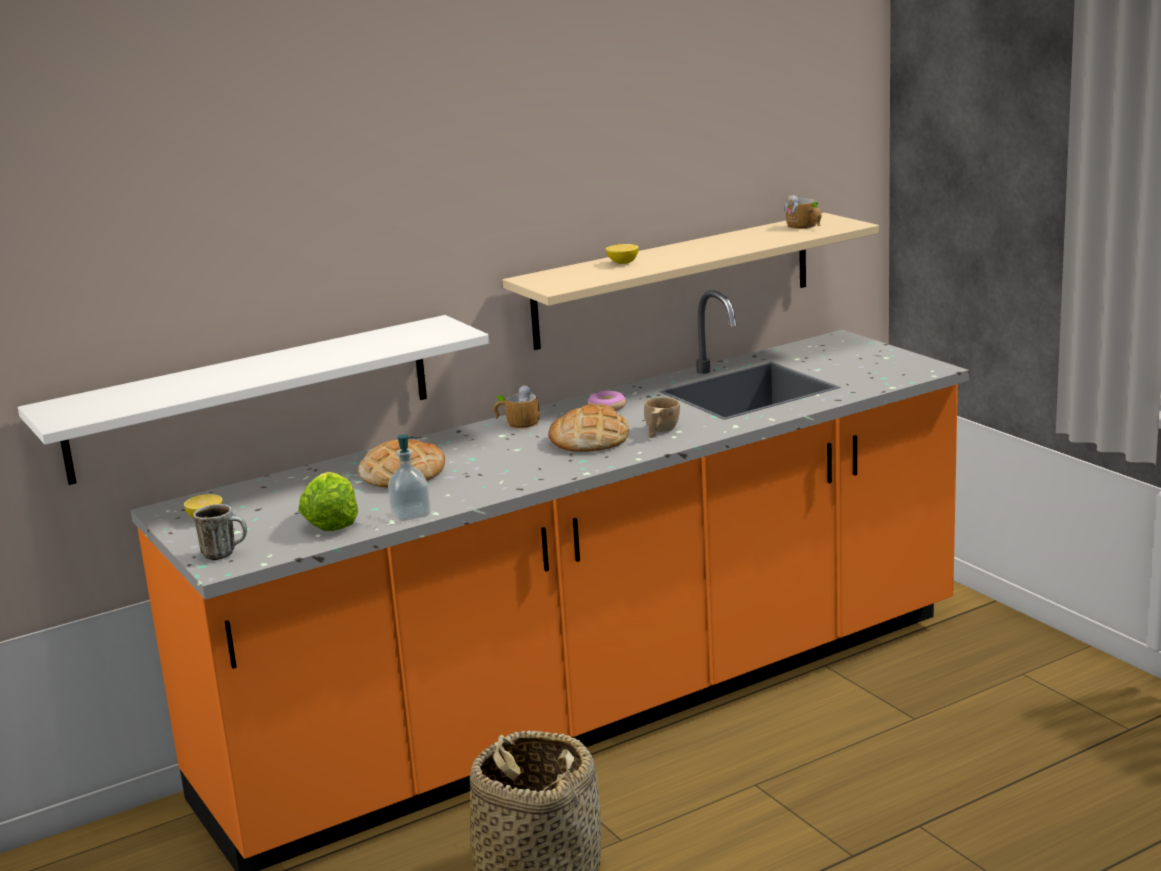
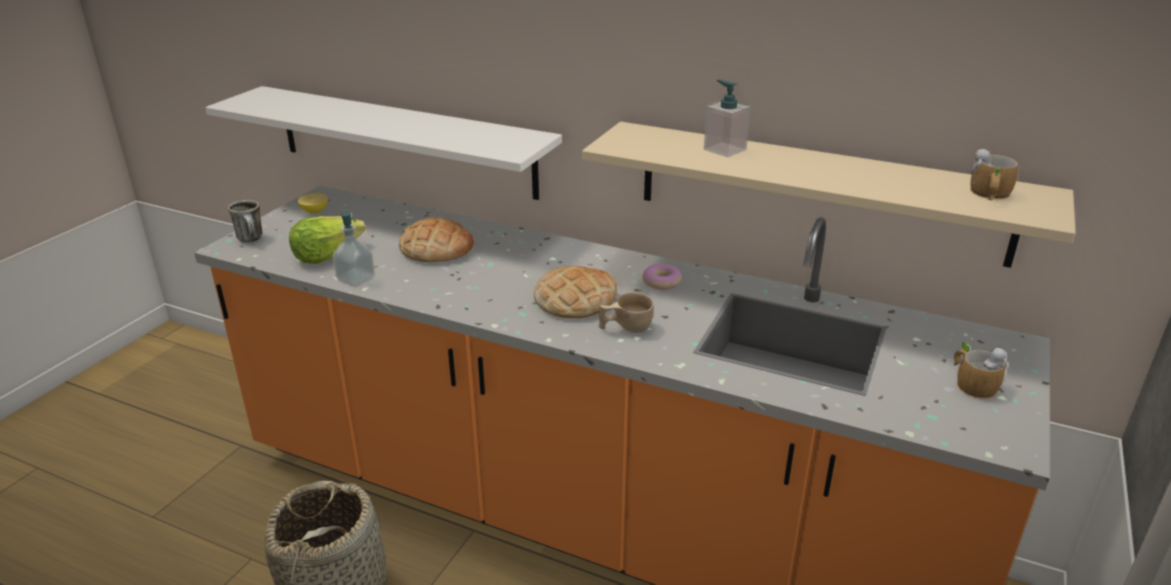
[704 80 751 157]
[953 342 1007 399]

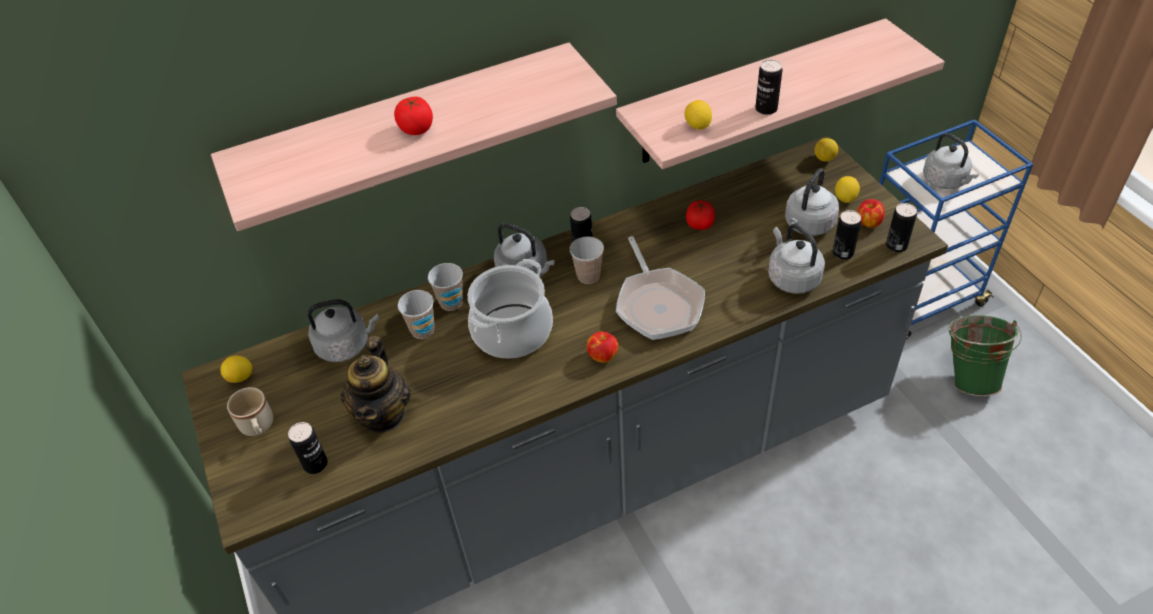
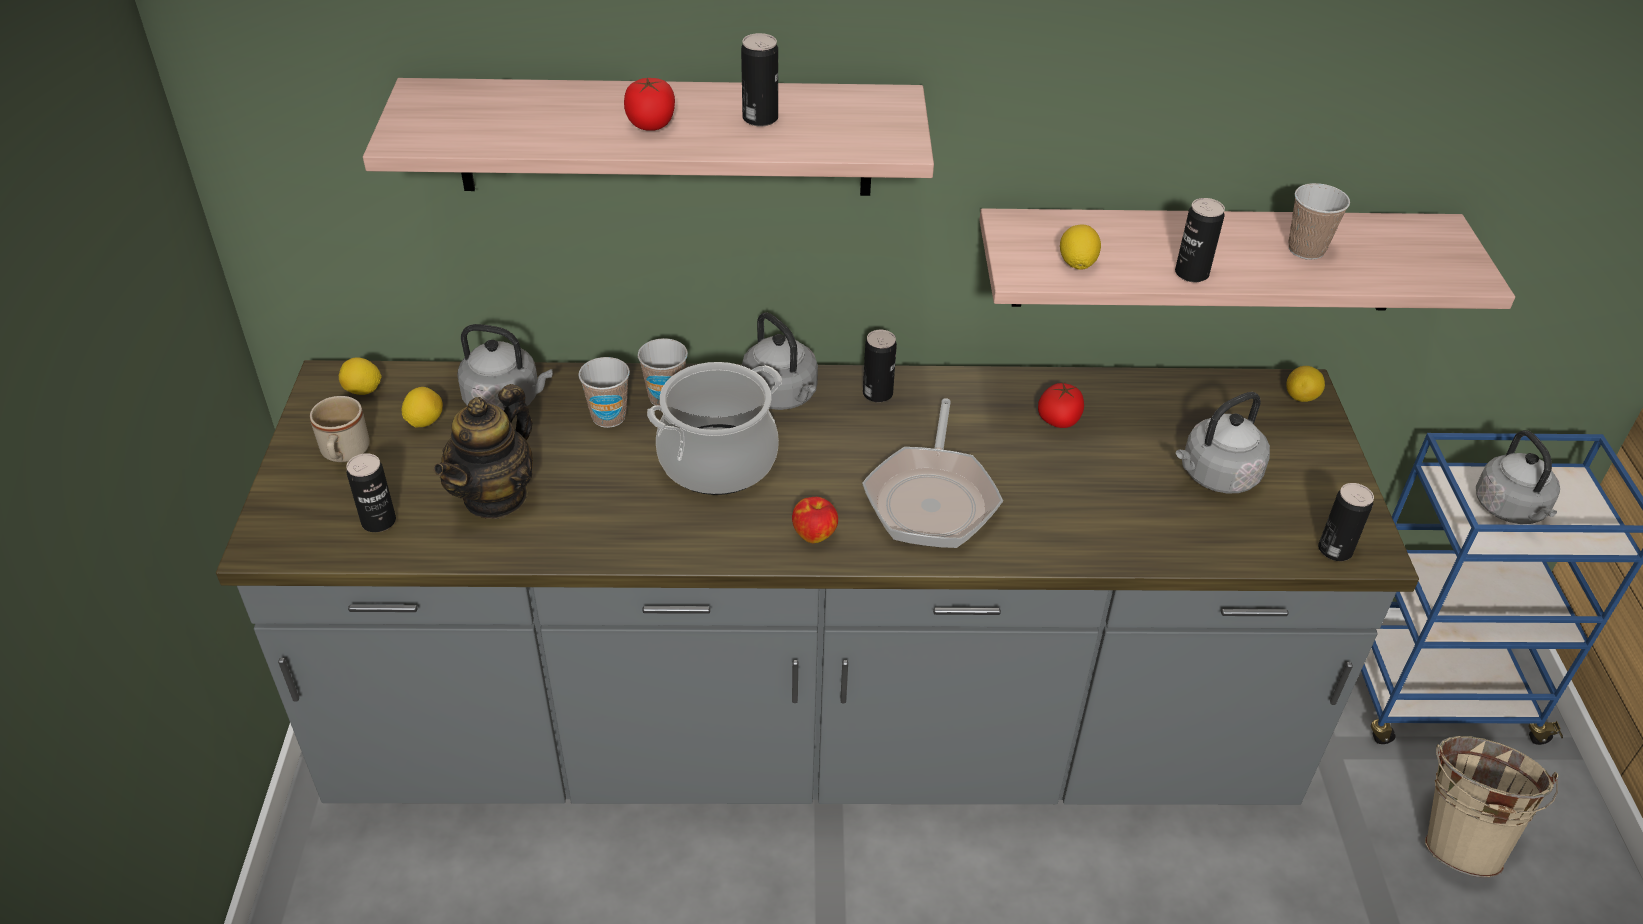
[401 387 443 428]
[857 199 885 228] (first image)
[741 33 778 127]
[768 224 825 294] (first image)
[1289 183 1350 260]
[1425 736 1558 878]

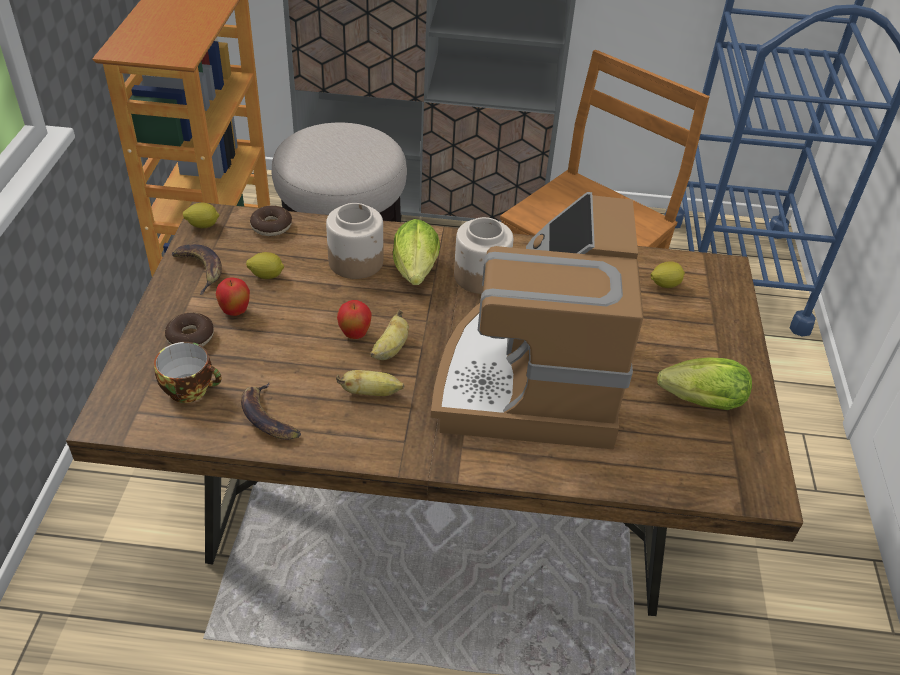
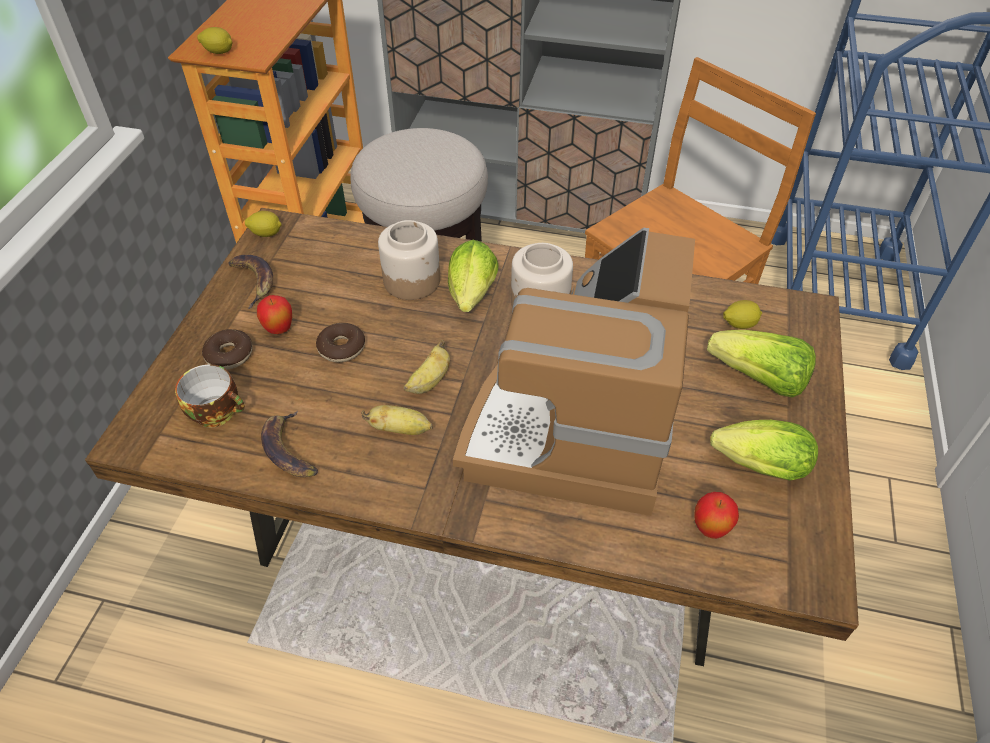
[316 323 365 362]
[197 27 233 54]
[694 492 739 539]
[707 330 816 398]

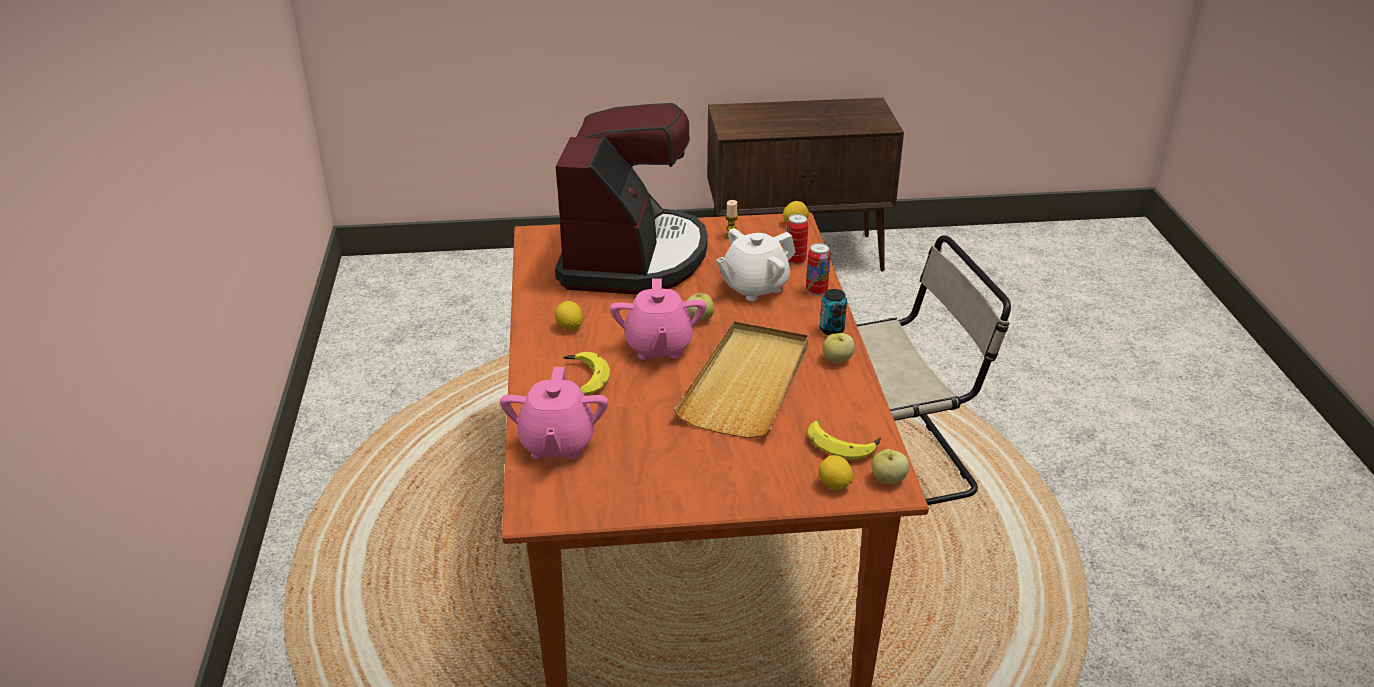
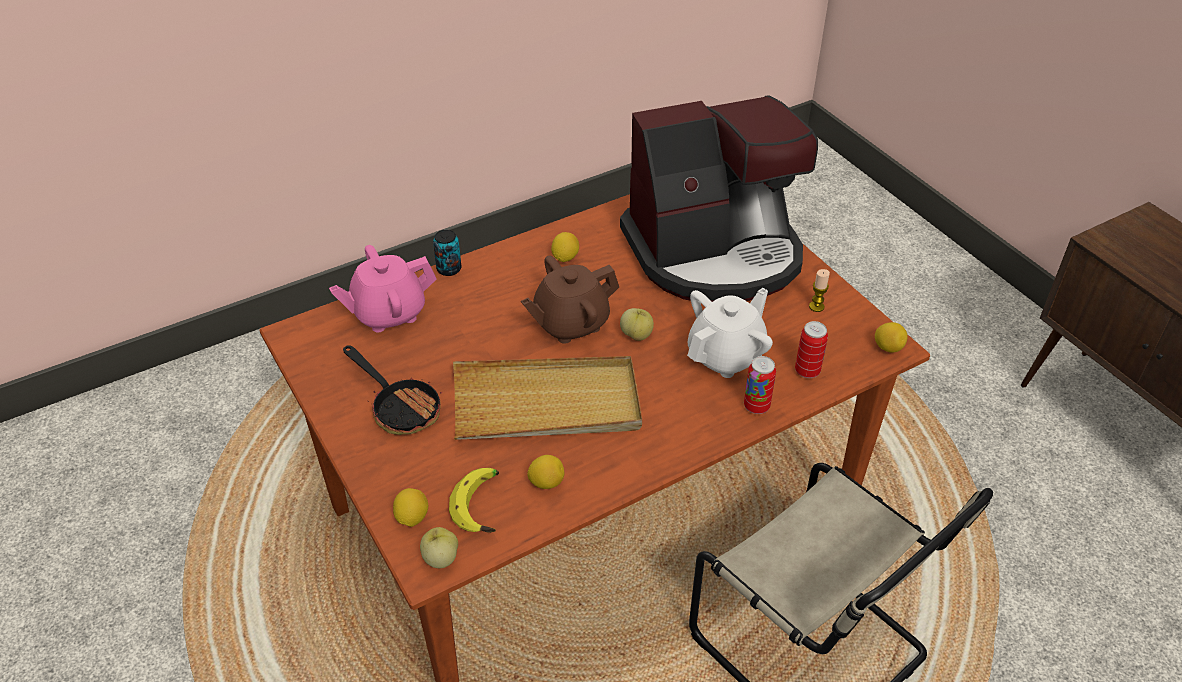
[687 288 773 378]
[521 256 619 344]
[433 230 461 276]
[822 333 855 363] (first image)
[563 352 610 395] (first image)
[343 345 442 435]
[527 455 564 489]

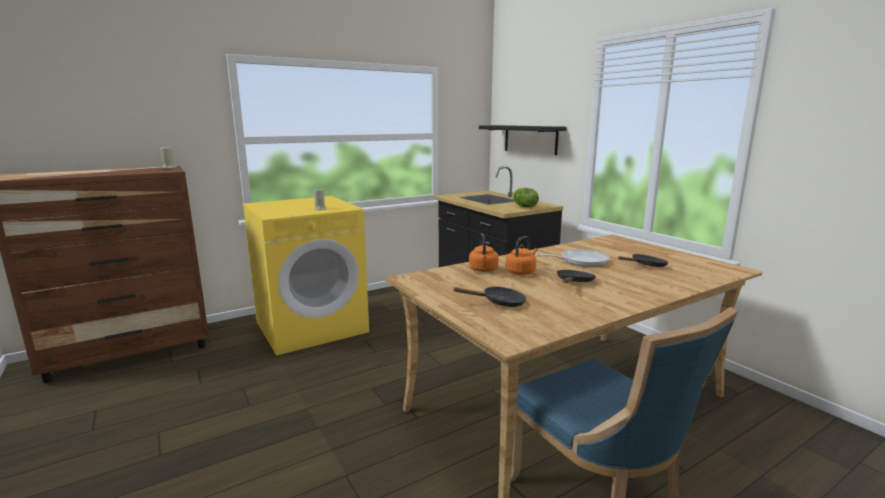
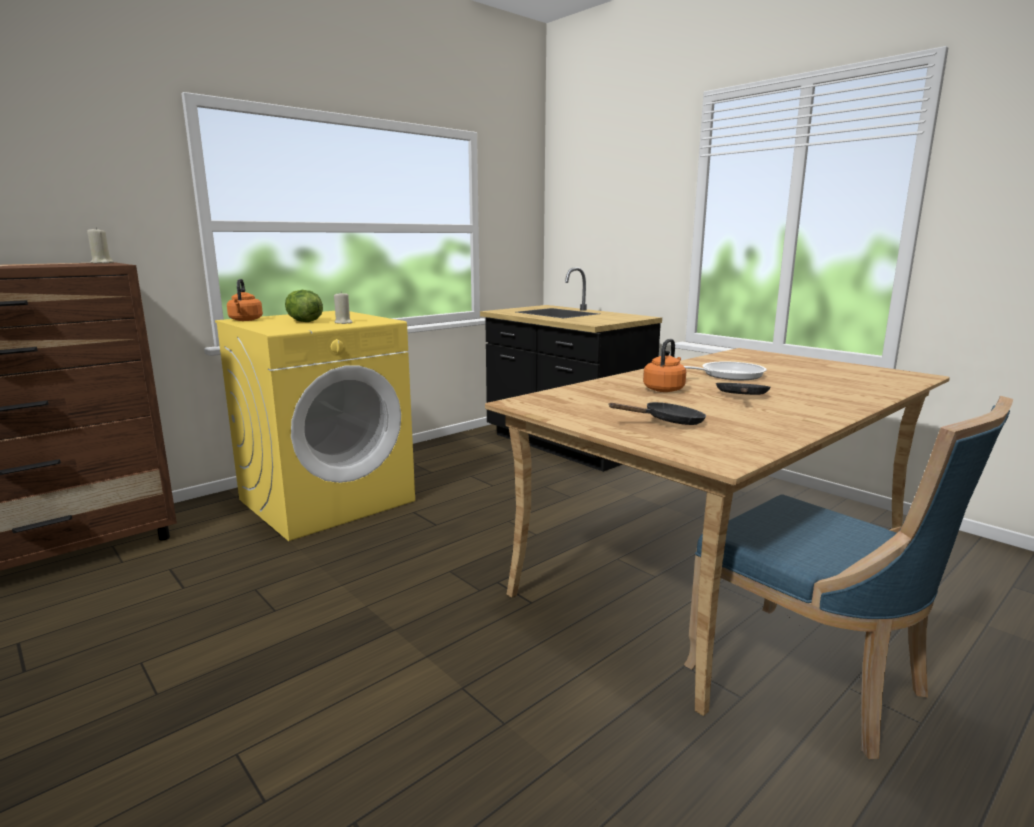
[479 125 567 155] (first image)
[285 290 323 322]
[227 279 263 321]
[618 254 668 267] (first image)

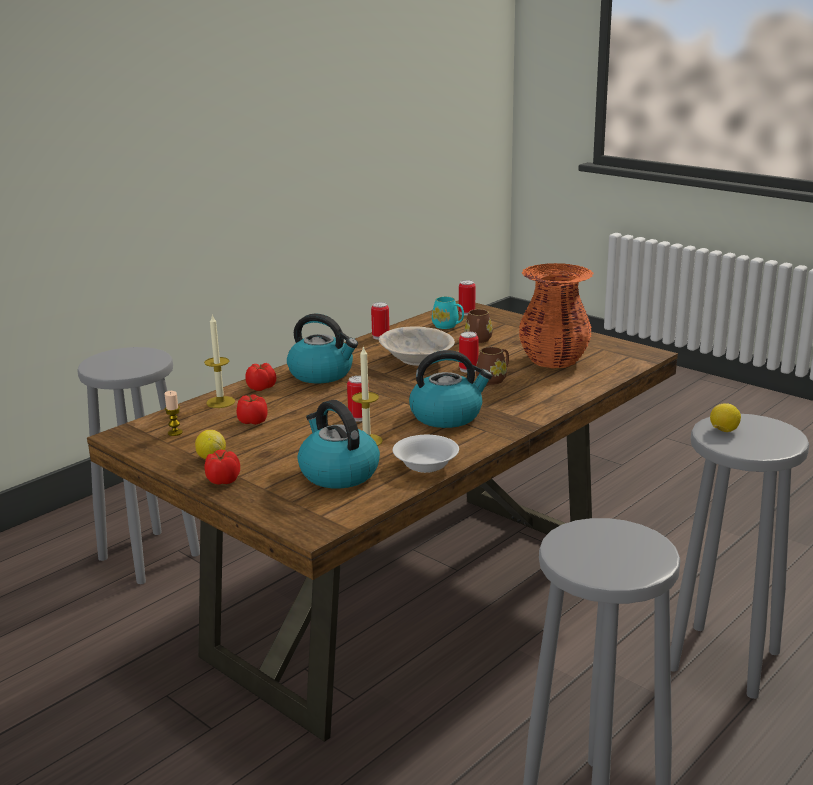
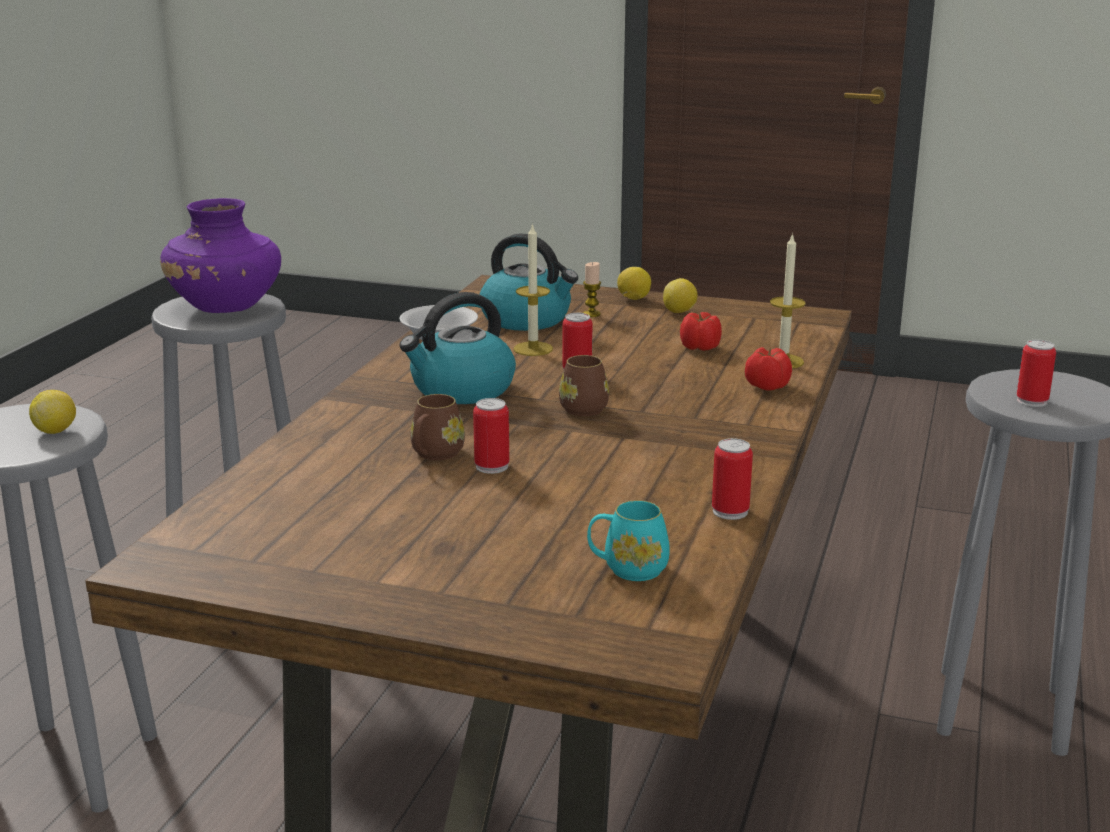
[519 263 593 368] (first image)
[1017 340 1056 407]
[559 355 609 416]
[287 314 358 383] (first image)
[379 326 455 366] (first image)
[583 262 601 317]
[617 267 651 300]
[160 198 281 313]

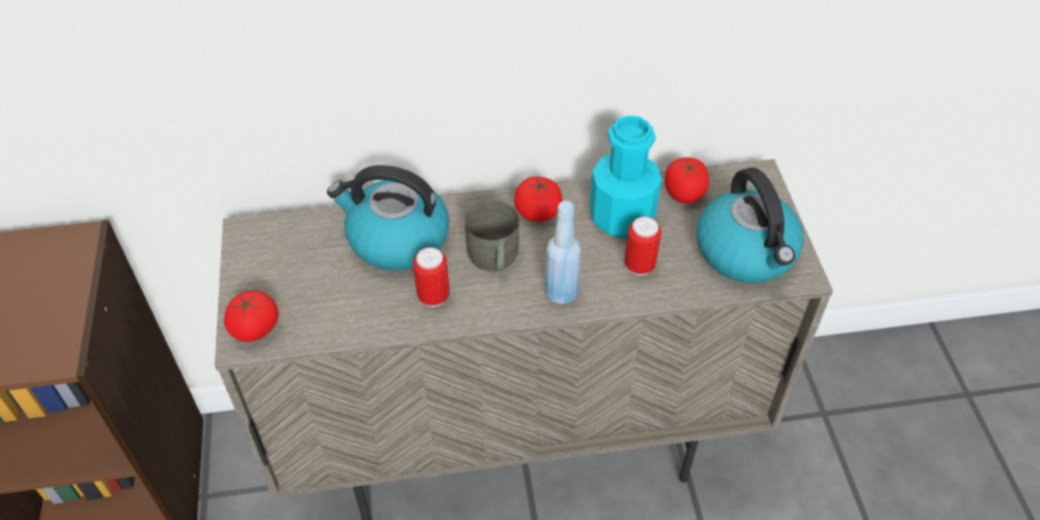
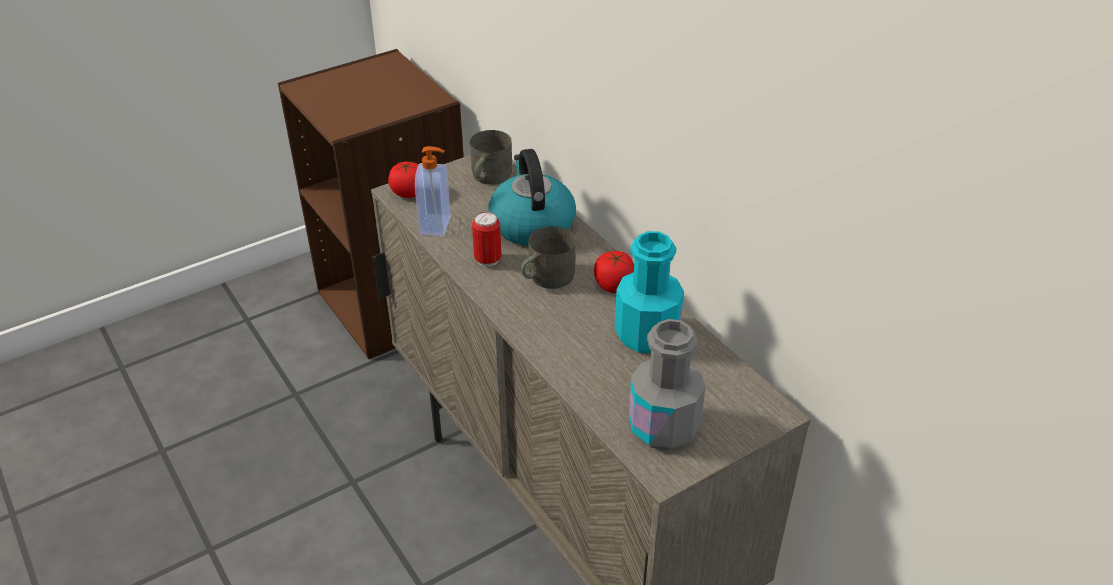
[665 157 709 203] (first image)
[629 319 706 451]
[544 201 581 304] (first image)
[624 216 662 276] (first image)
[470 130 512 185]
[415 146 451 236]

